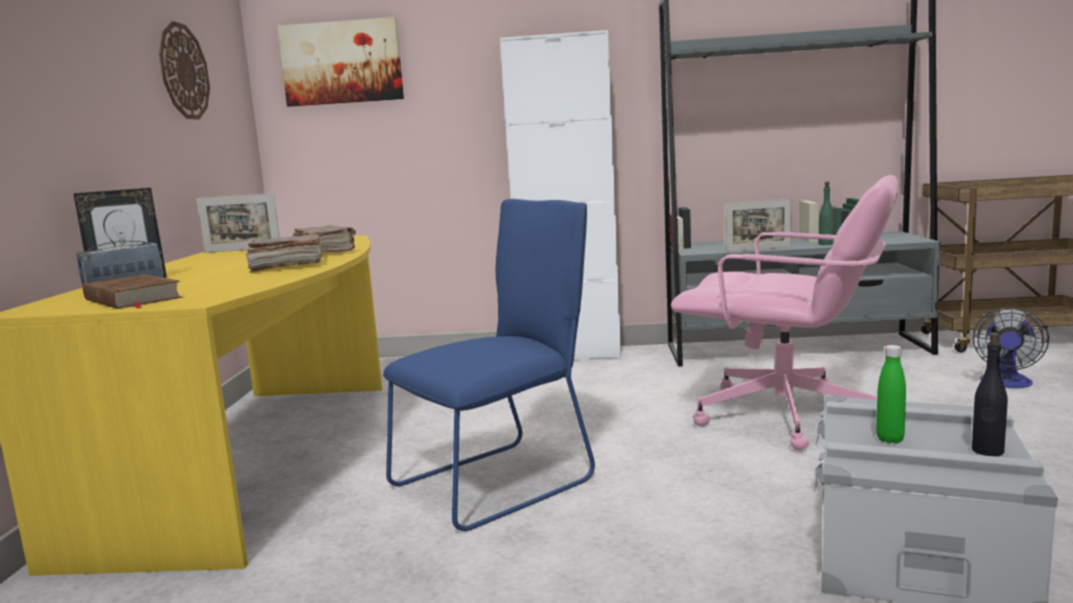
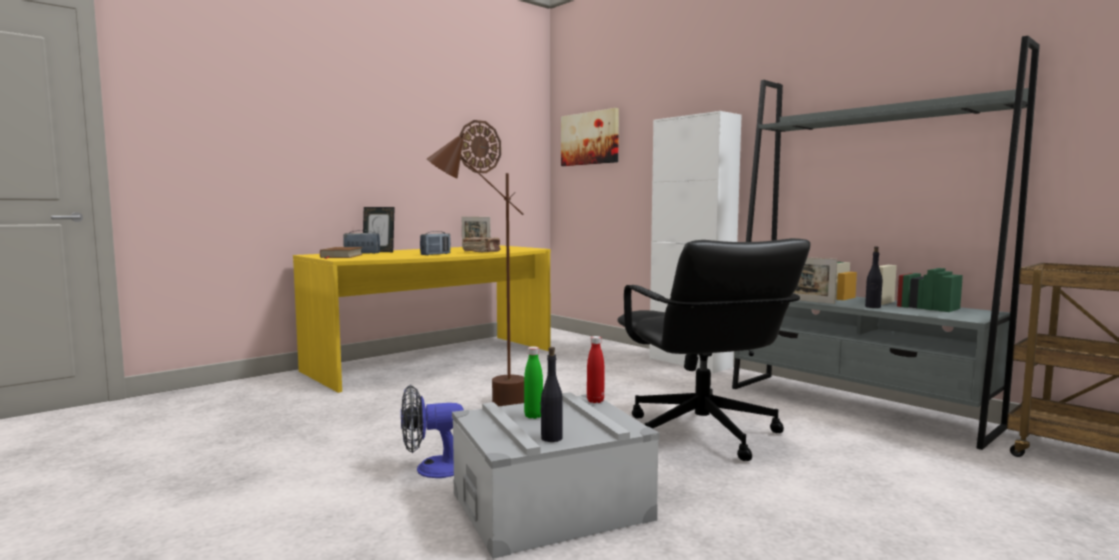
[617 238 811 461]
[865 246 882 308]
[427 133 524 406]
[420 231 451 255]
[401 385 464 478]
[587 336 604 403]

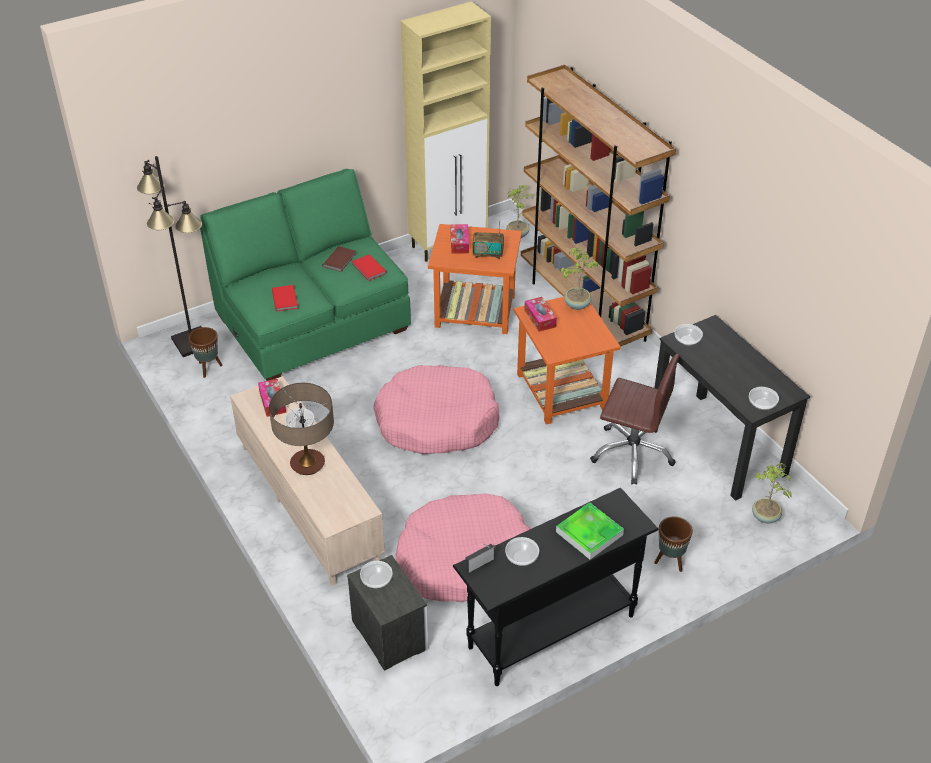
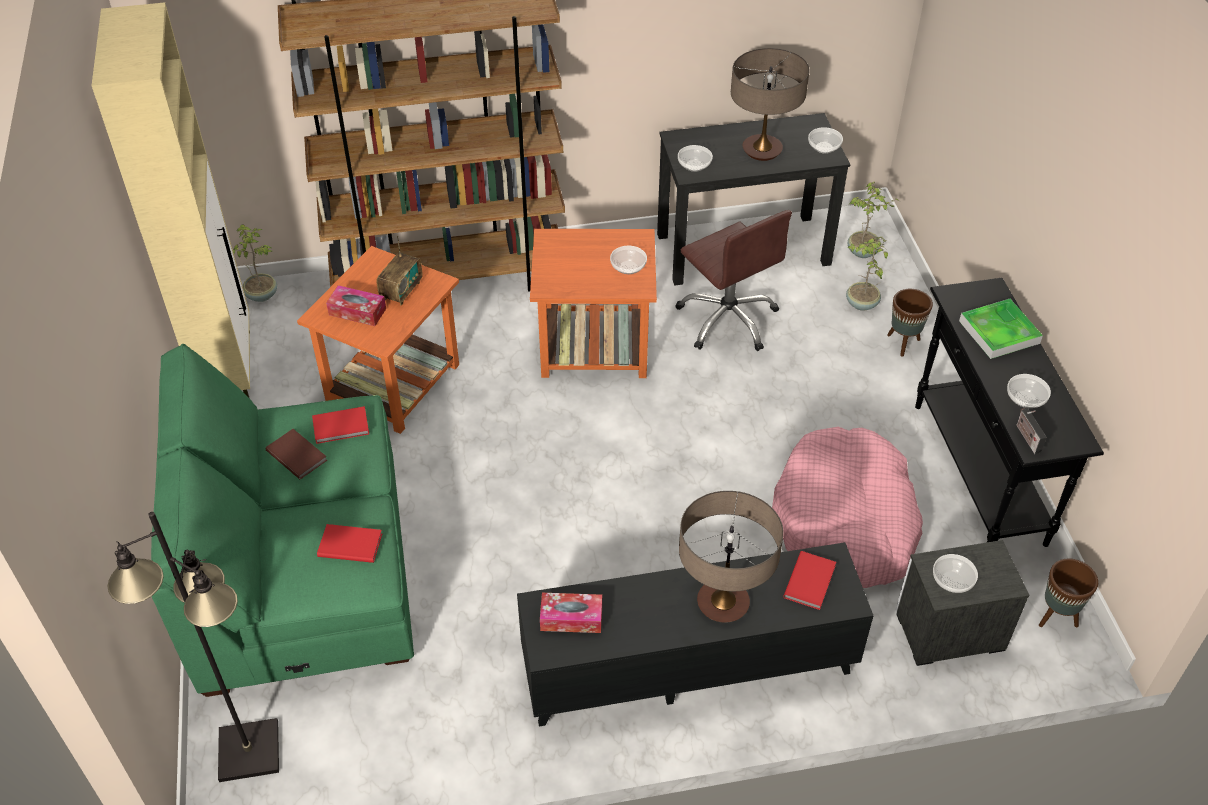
[846 236 888 311]
[524 297 557 332] (first image)
[1039 559 1098 627]
[676 210 792 351]
[373 365 500 454] (first image)
[517 542 873 726]
[610 246 647 274]
[731 48 810 161]
[784 551 836 610]

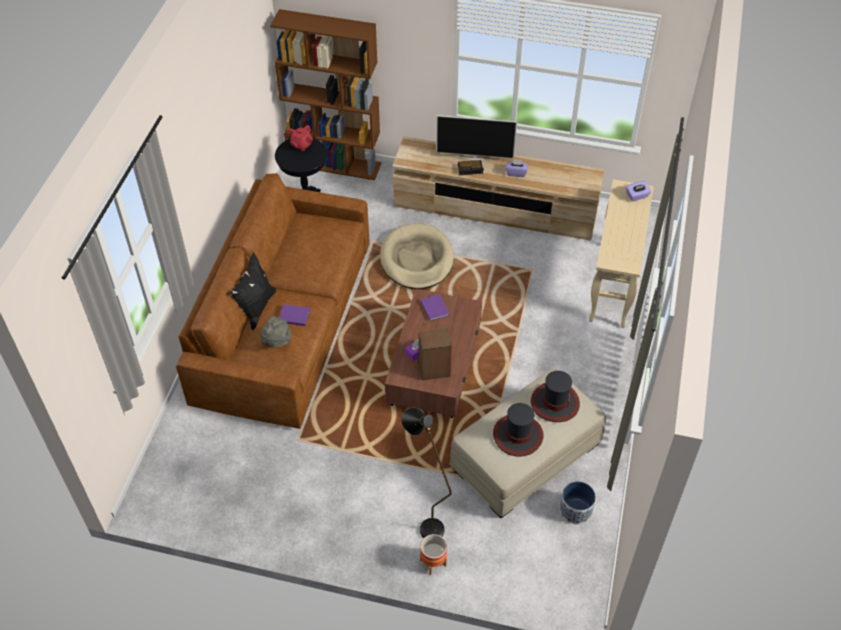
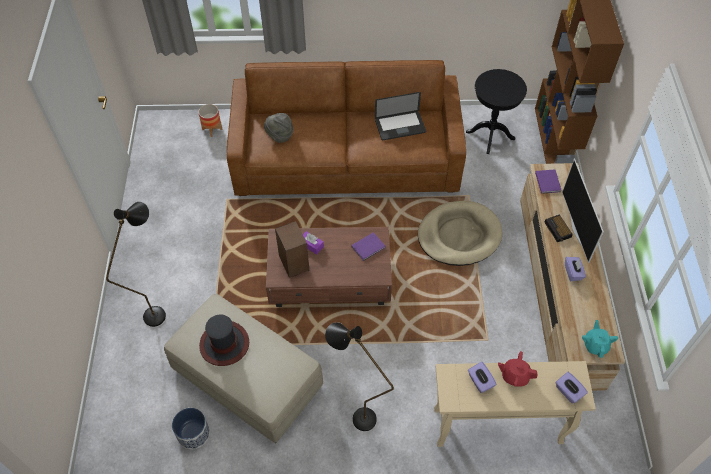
[498 351 537 387]
[230 252 276 330] (first image)
[535 170 561 194]
[531 371 580 422] (first image)
[198 104 222 137]
[375 92 426 140]
[582 320 618 358]
[325 322 394 431]
[468 361 496 393]

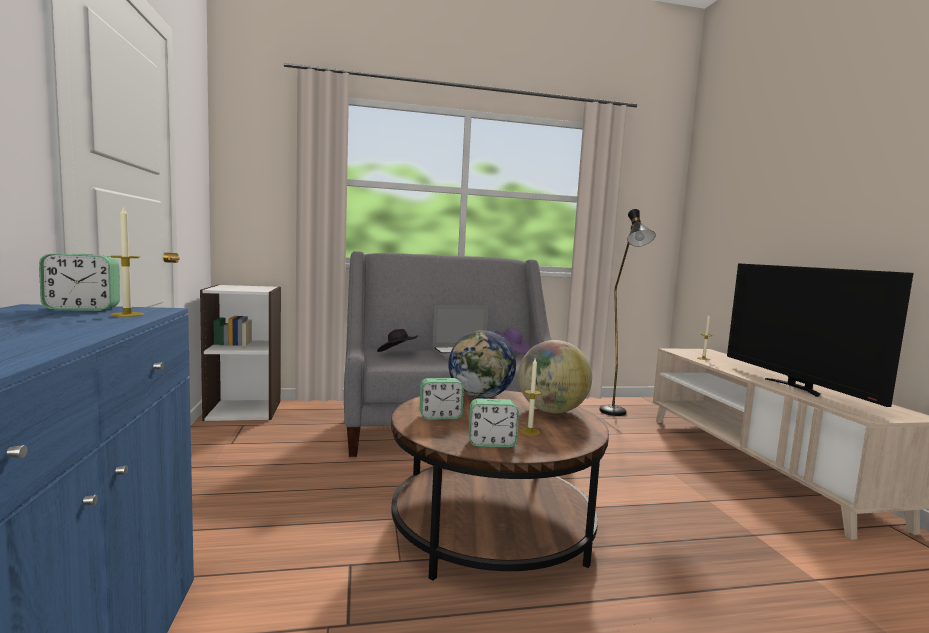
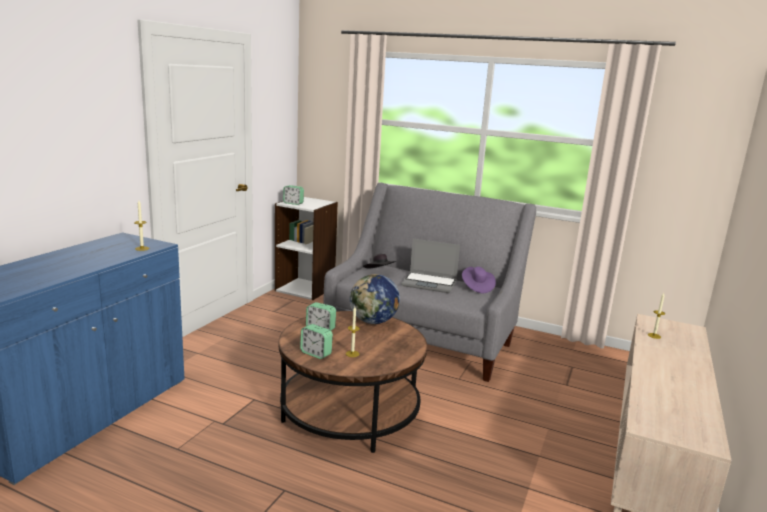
[600 209 656 416] (first image)
[283 185 304 205]
[727 263 914 407] (first image)
[518 340 592 413] (first image)

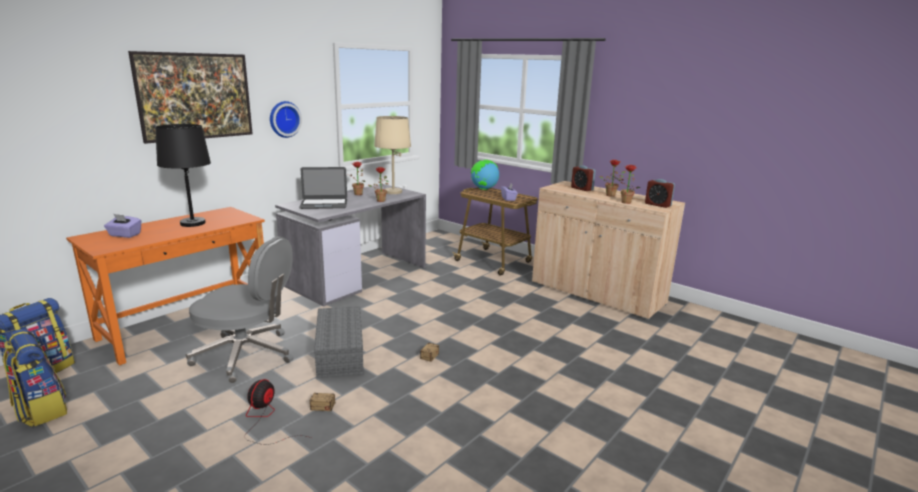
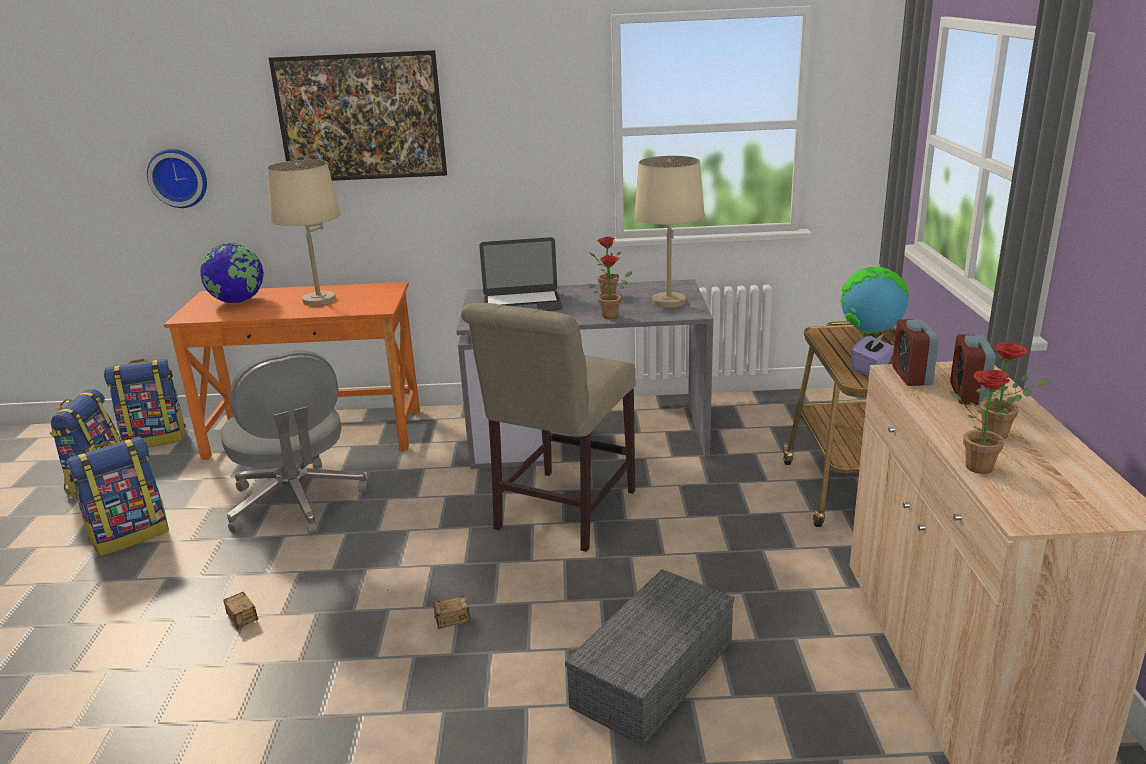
[147 149 207 208]
[267 159 340 306]
[479 237 563 311]
[892 319 939 386]
[200 243 264 303]
[565 569 734 746]
[245 379 312 445] (first image)
[461 303 636 552]
[67 437 169 556]

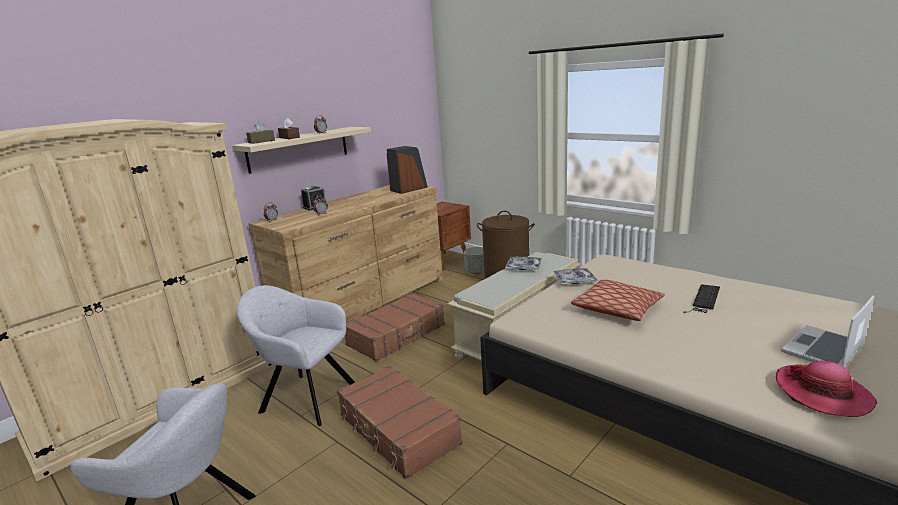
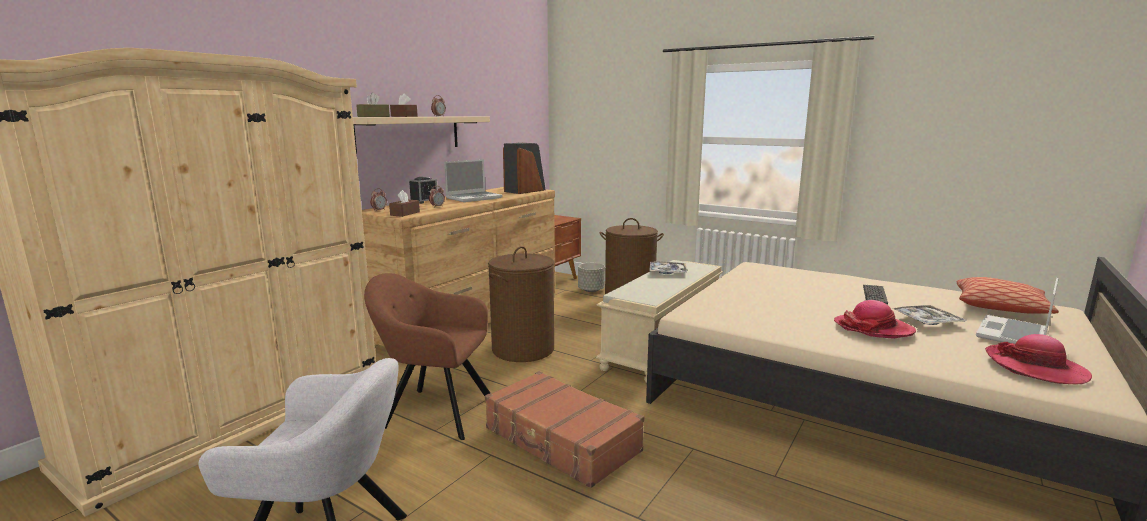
[891 305 967 325]
[956 277 1059 314]
[364 273 491 440]
[488 246 554 362]
[444 159 503 202]
[389 190 420 217]
[834 300 916 339]

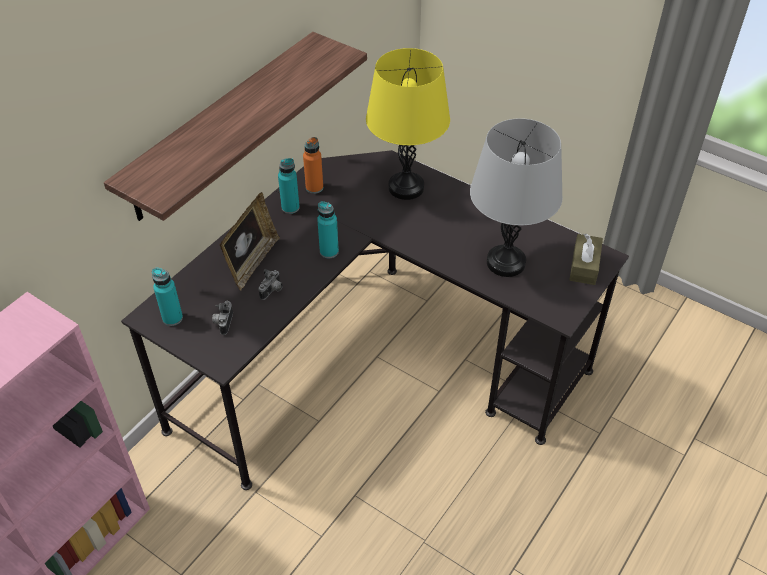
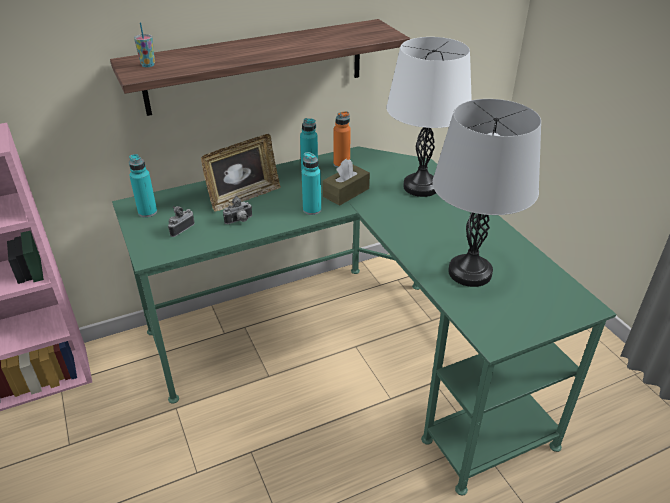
[386 37 472 197]
[112 146 616 496]
[323 159 370 206]
[134 22 155 67]

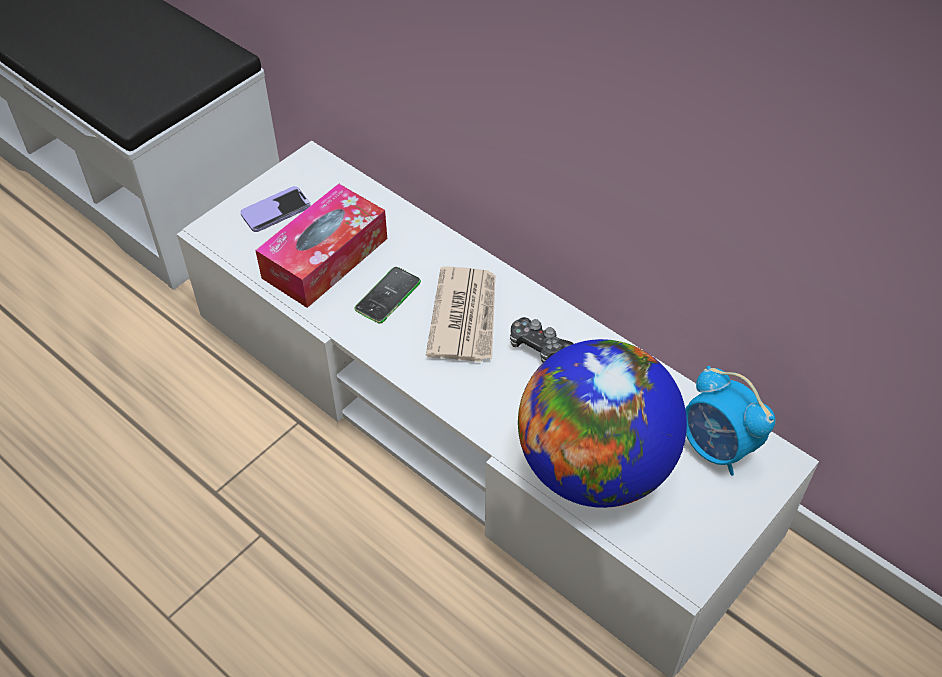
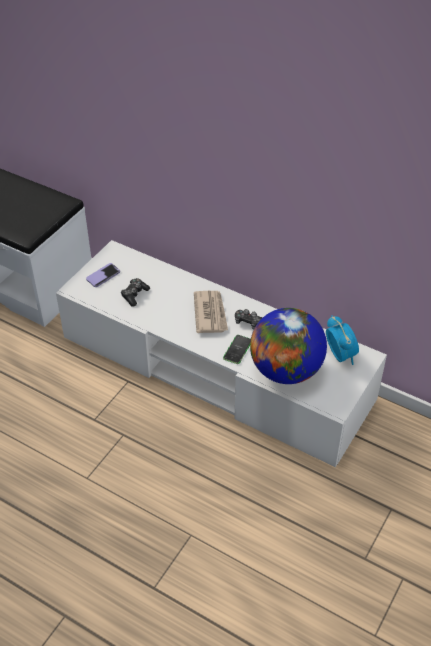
[121 278 150 307]
[223 335 251 364]
[326 315 359 365]

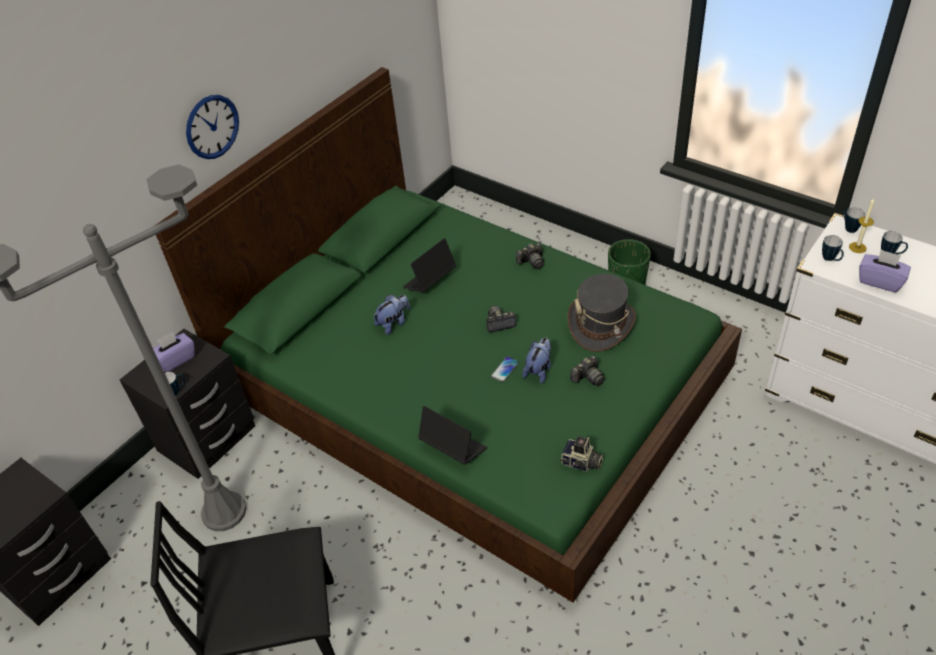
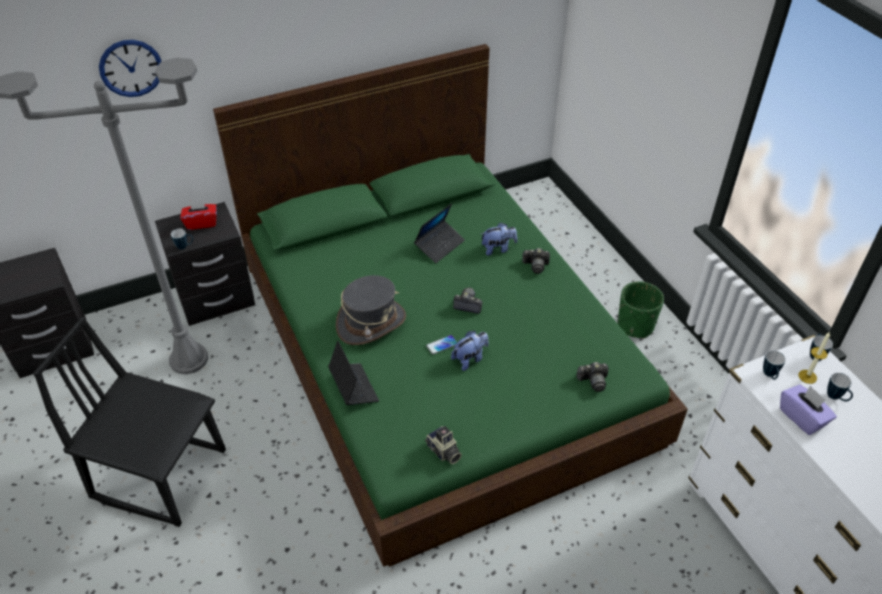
[99 40 161 97]
[414 203 465 263]
[336 275 406 345]
[481 223 517 256]
[180 200 217 230]
[577 362 609 392]

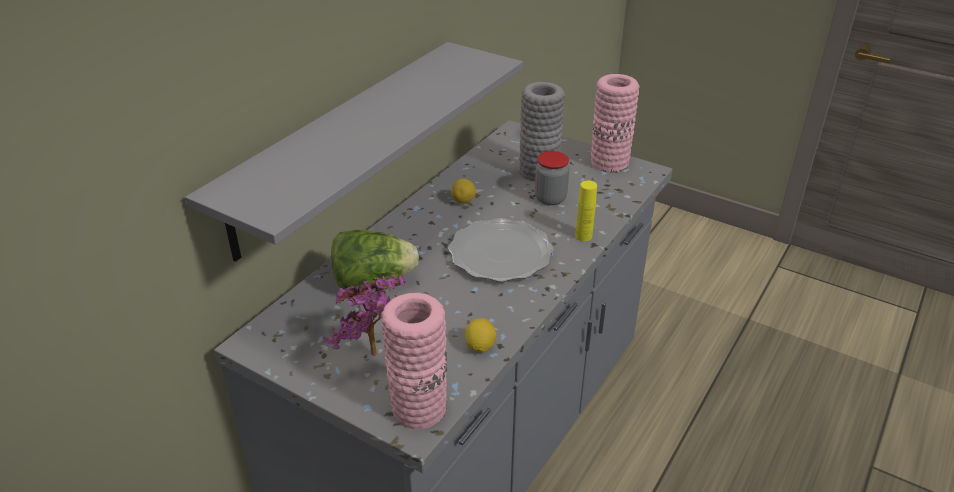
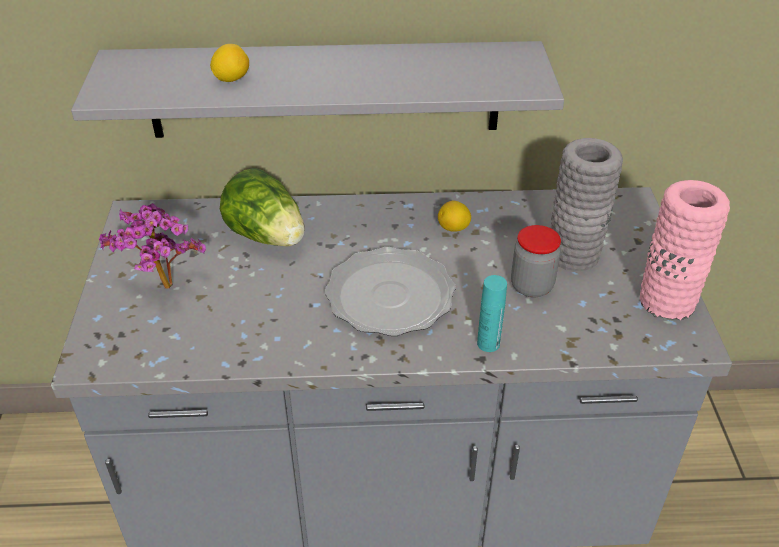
[477 275 507 352]
[381 293 447 429] (first image)
[210 44 249 82]

